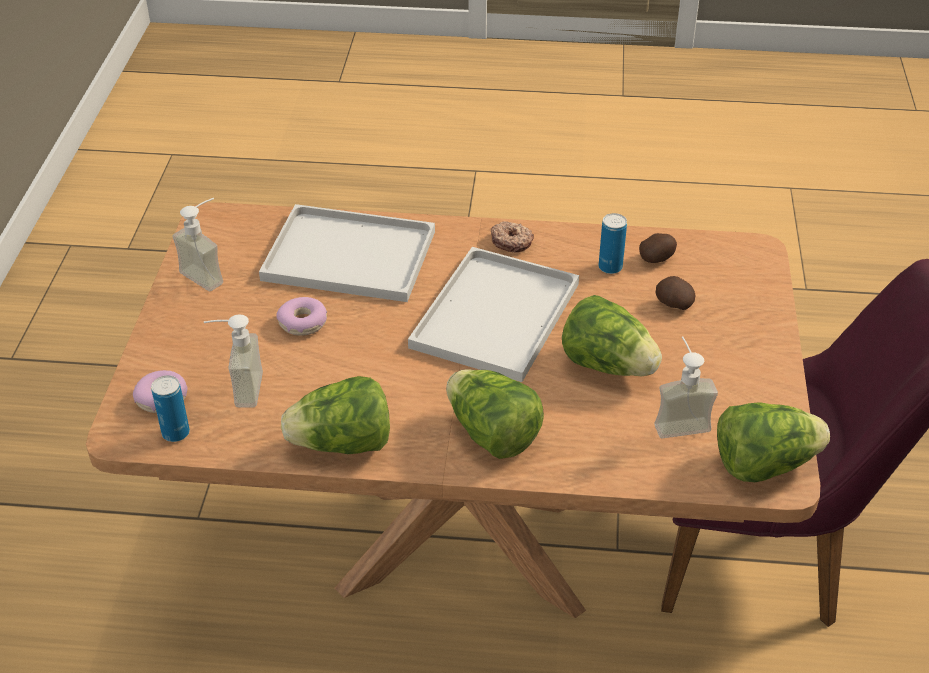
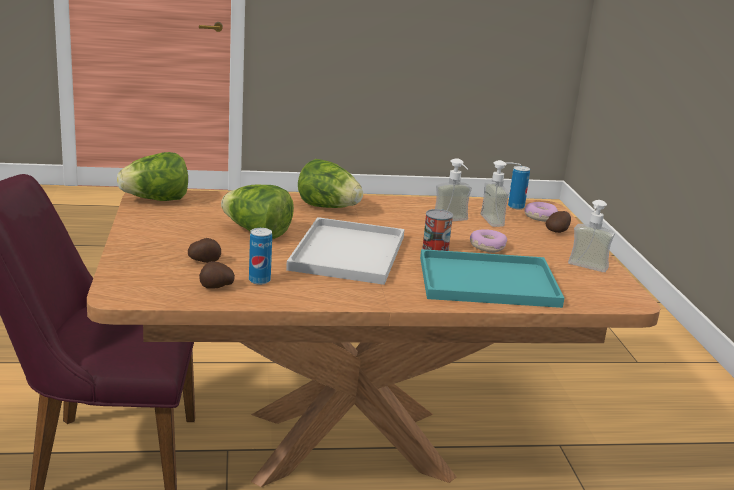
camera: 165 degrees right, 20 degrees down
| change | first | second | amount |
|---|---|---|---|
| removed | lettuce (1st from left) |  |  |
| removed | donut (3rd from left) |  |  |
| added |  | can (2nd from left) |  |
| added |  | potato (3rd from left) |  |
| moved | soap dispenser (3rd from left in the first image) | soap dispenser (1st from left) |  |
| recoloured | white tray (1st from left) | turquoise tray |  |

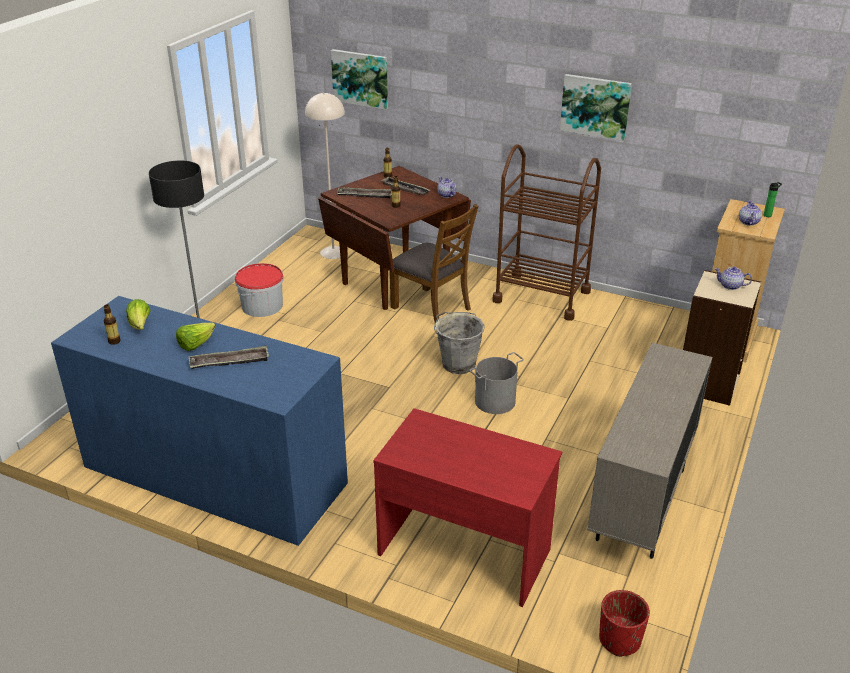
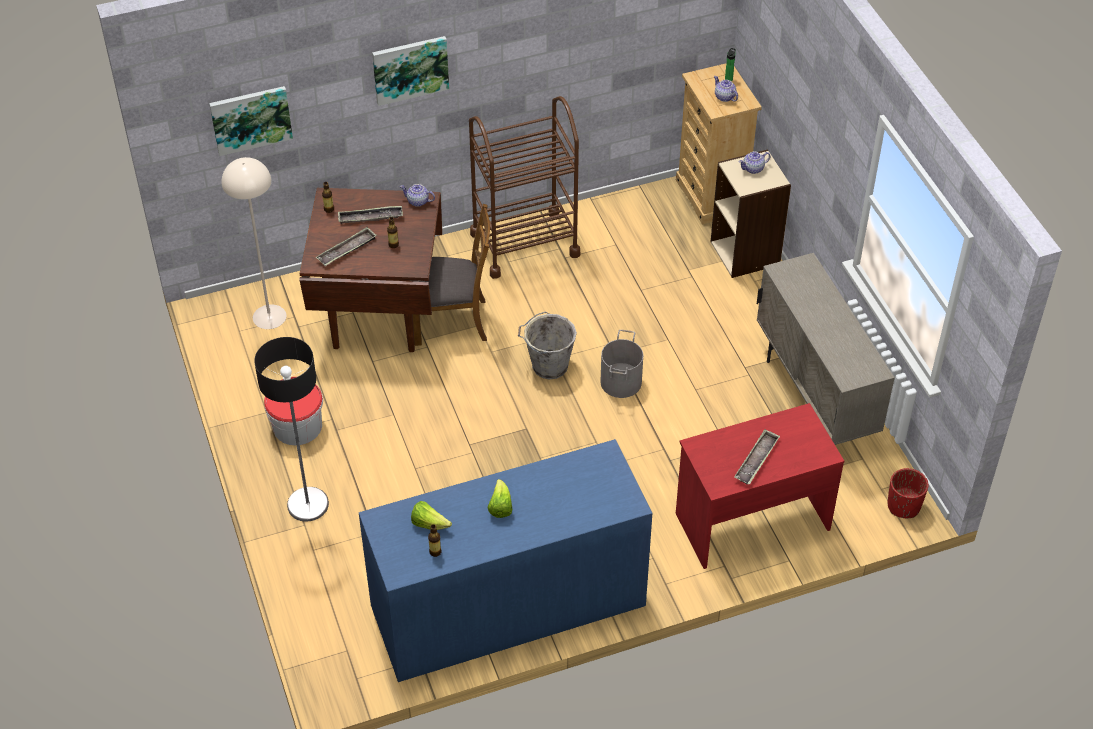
camera: 45 degrees left, 15 degrees up
| change | first | second | amount |
|---|---|---|---|
| moved | tray (1st from left in the first image) | tray (3rd from left) |  |
| moved | picture (2nd from left) |  |  |

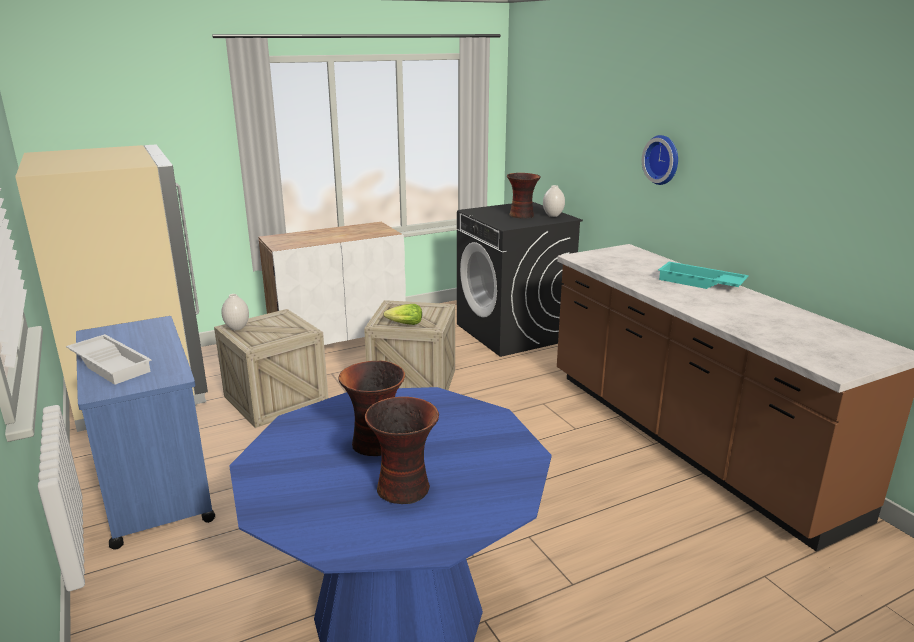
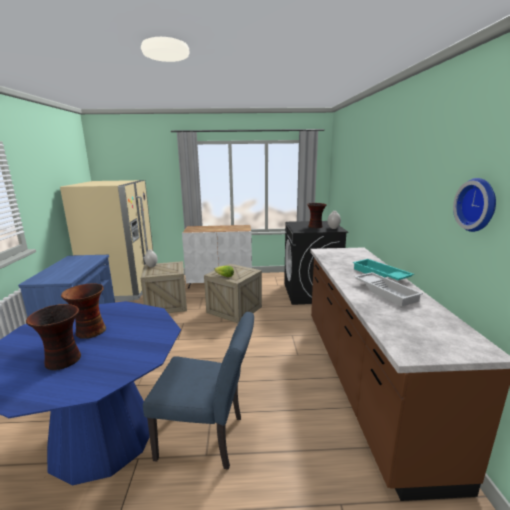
camera: 25 degrees right, 5 degrees down
| change | first | second | amount |
|---|---|---|---|
| added |  | blue chair |  |
| moved | white tray |  |  |
| moved | wall clock |  |  |

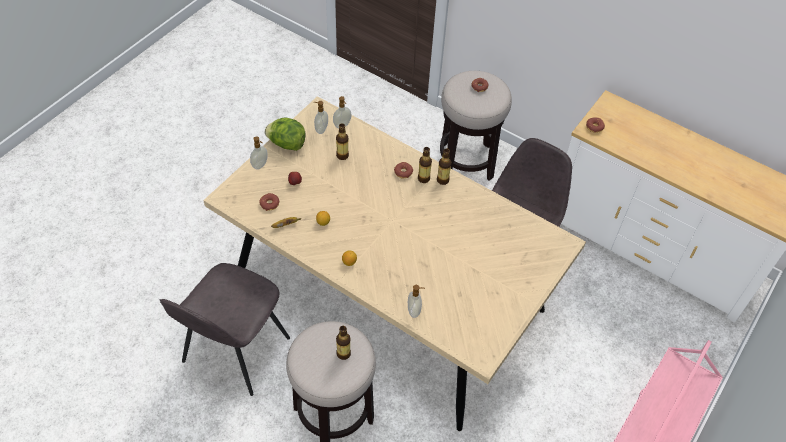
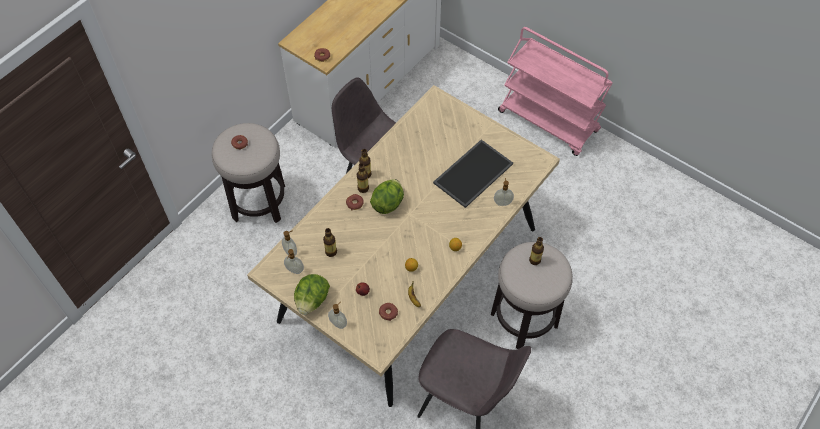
camera: 85 degrees left, 5 degrees up
| change | first | second | amount |
|---|---|---|---|
| added |  | lettuce (2nd from left) |  |
| added |  | tray |  |

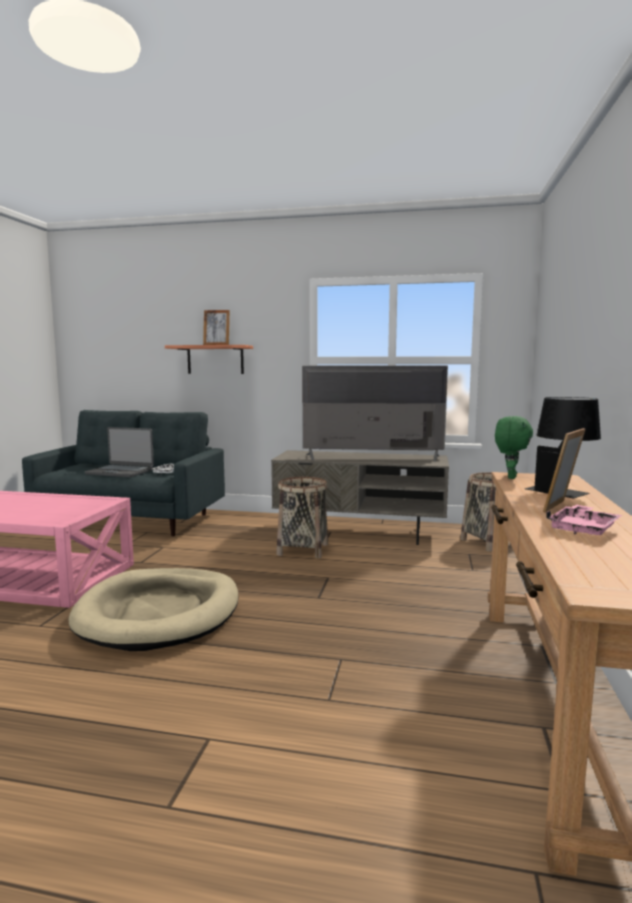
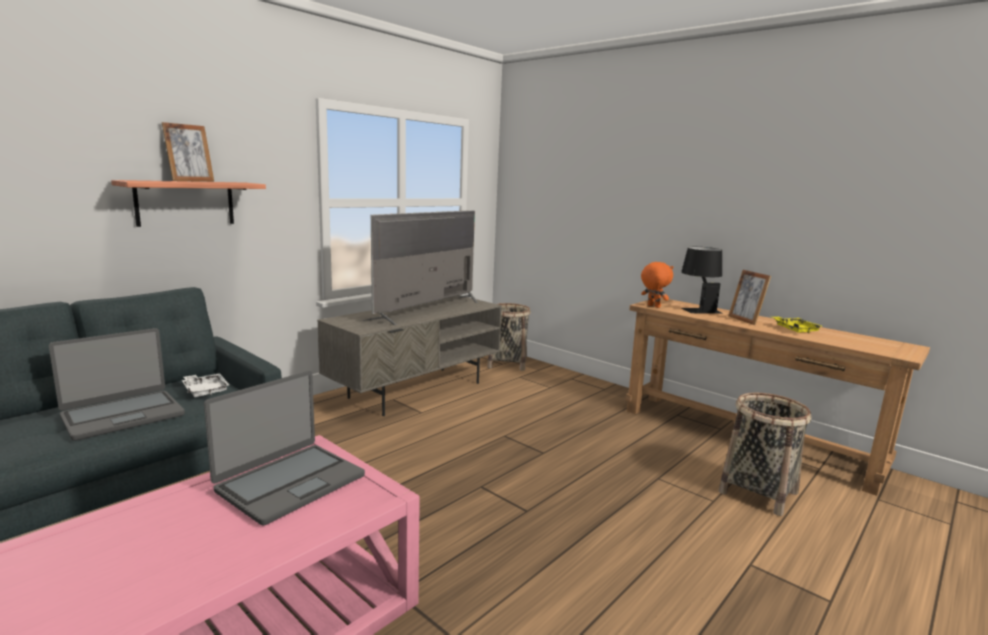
camera: 60 degrees left, 5 degrees up
| change | first | second | amount |
|---|---|---|---|
| removed | beige dog bed |  |  |
| added |  | laptop (2nd from left) |  |
| moved | basket (1st from left in the first image) | basket (2nd from left) |  |
| recoloured | green plush toy | orange plush toy |  |
| recoloured | pink tray | yellow tray |  |

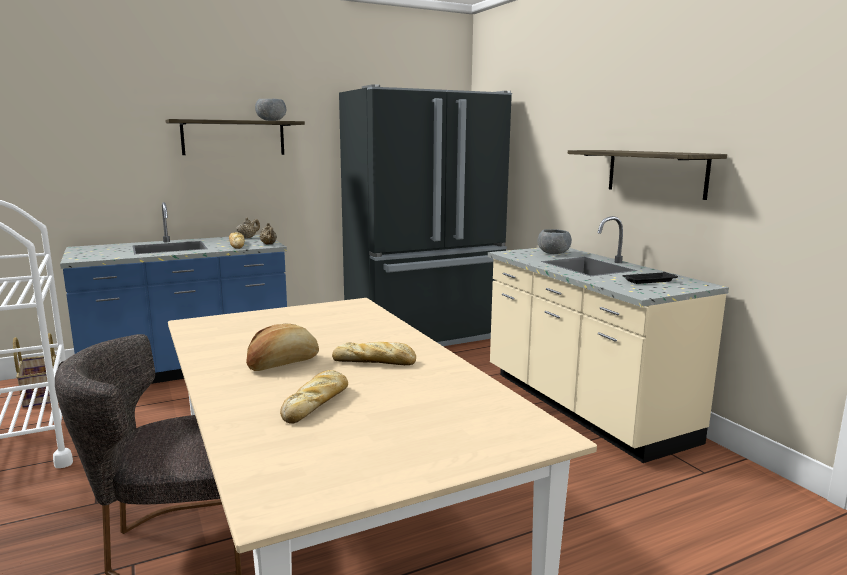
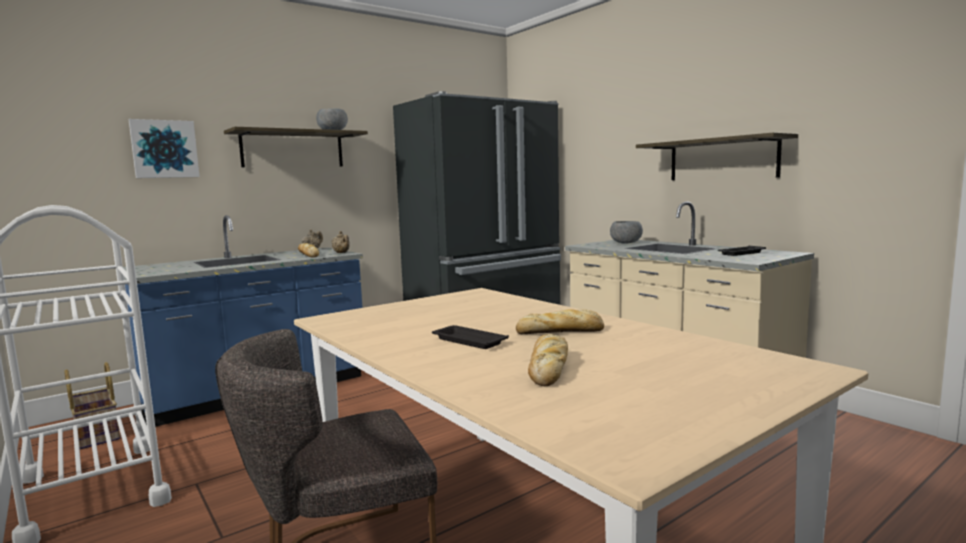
camera: 10 degrees left, 5 degrees down
| change | first | second | amount |
|---|---|---|---|
| added |  | picture |  |
| replaced | bread (2nd from left) | black tray (1st from left) |  |

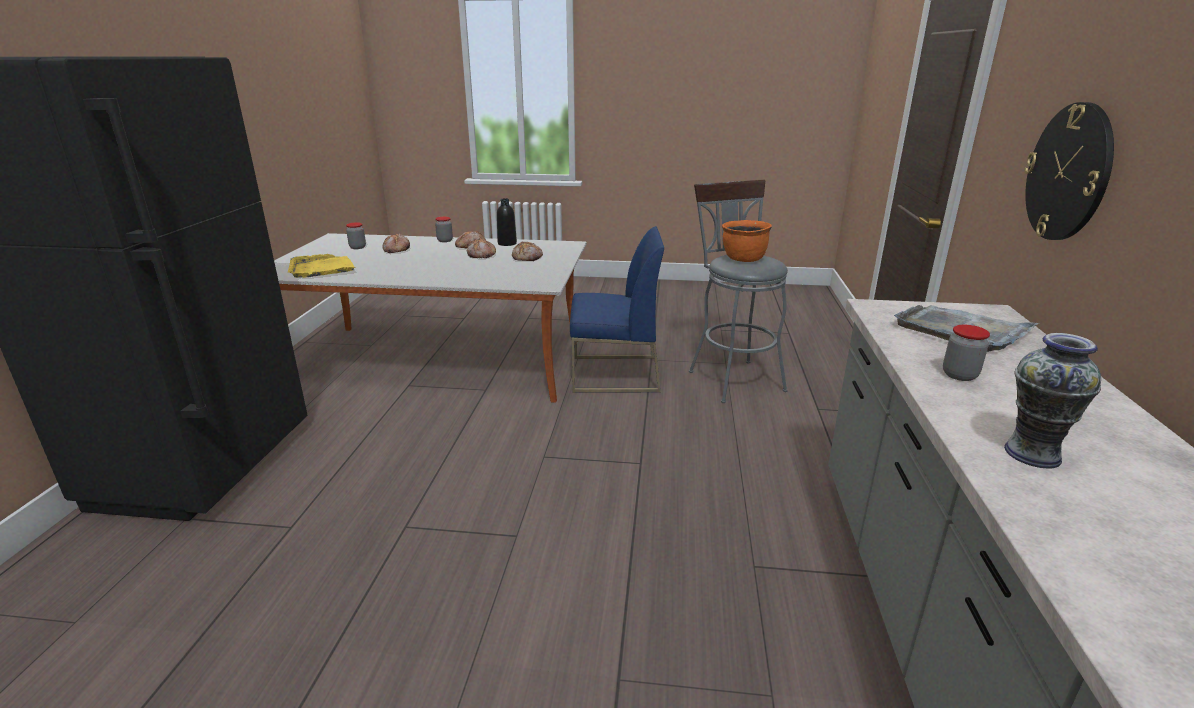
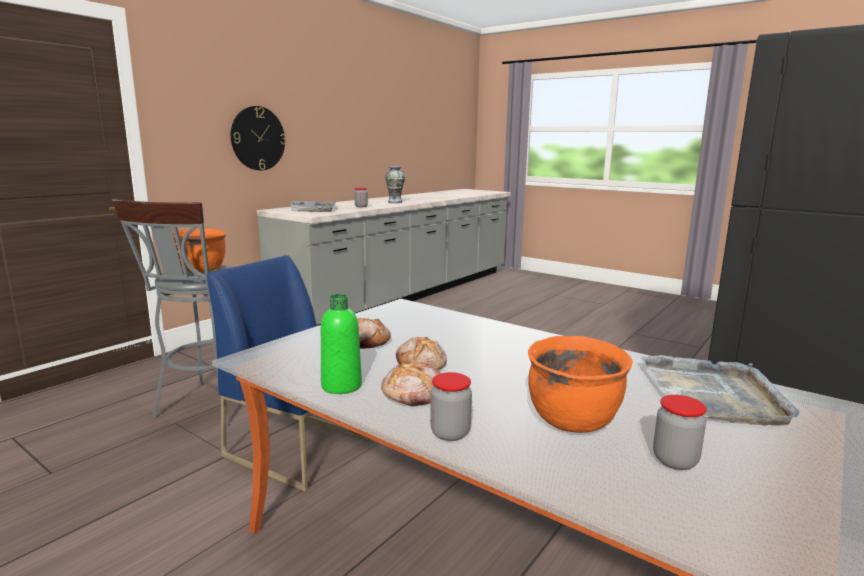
camera: 150 degrees left, 10 degrees down
| change | first | second | amount |
|---|---|---|---|
| replaced | bread (1st from left) | orange cooking pot (2nd from left) |  |
| recoloured | yellow tray | grey tray (2nd from left) |  |
| recoloured | black bottle | green bottle |  |

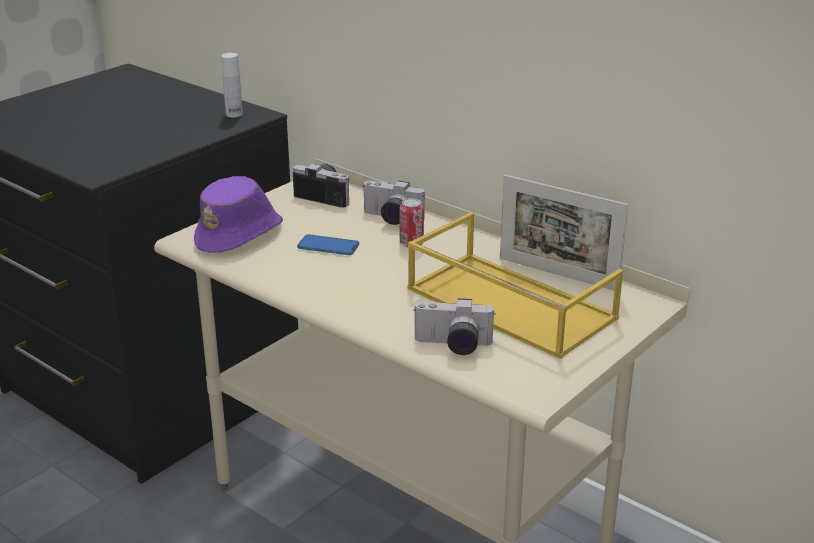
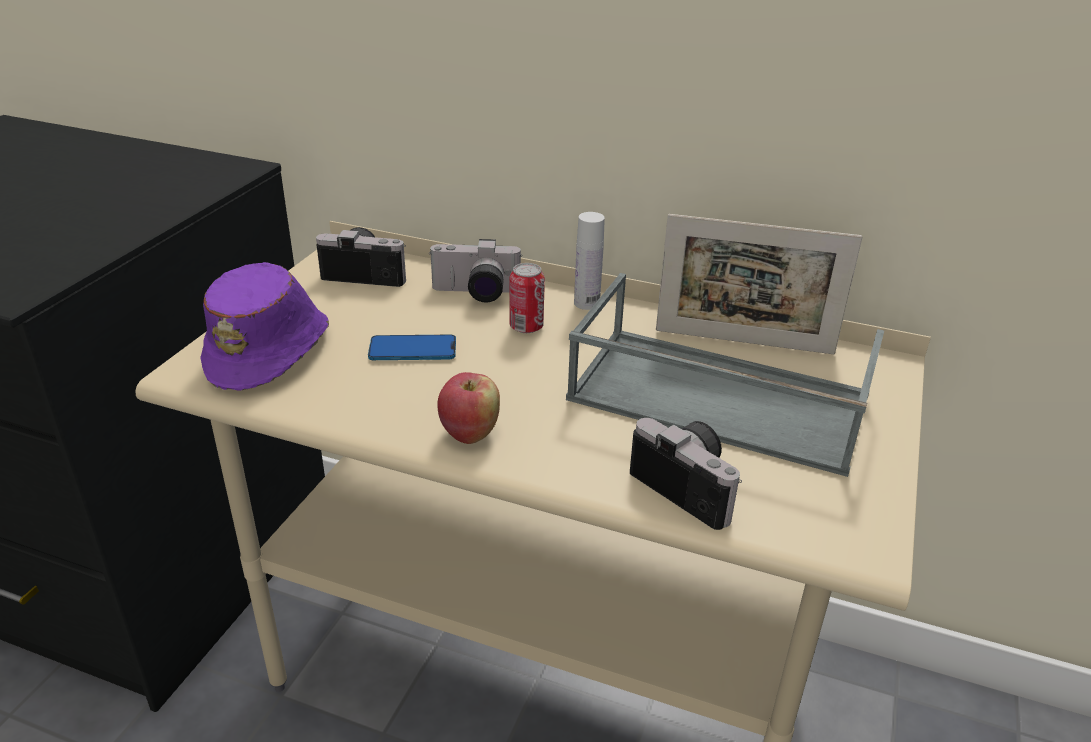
camera: 20 degrees left, 5 degrees up
| change | first | second | amount |
|---|---|---|---|
| added |  | apple |  |
| moved | white bottle |  |  |
| recoloured | yellow tray | grey tray |  |
| turned | photo camera (3rd from left) |  | 120 degrees counterclockwise |

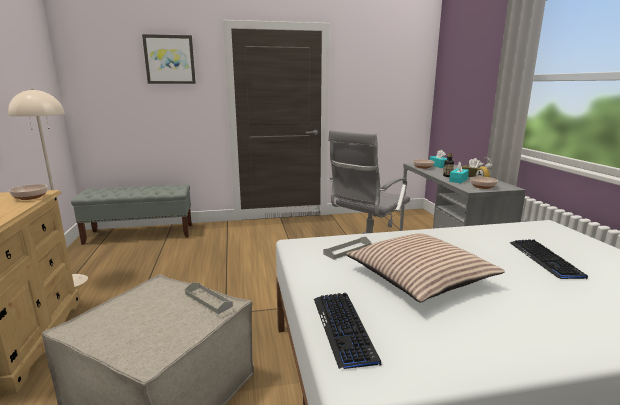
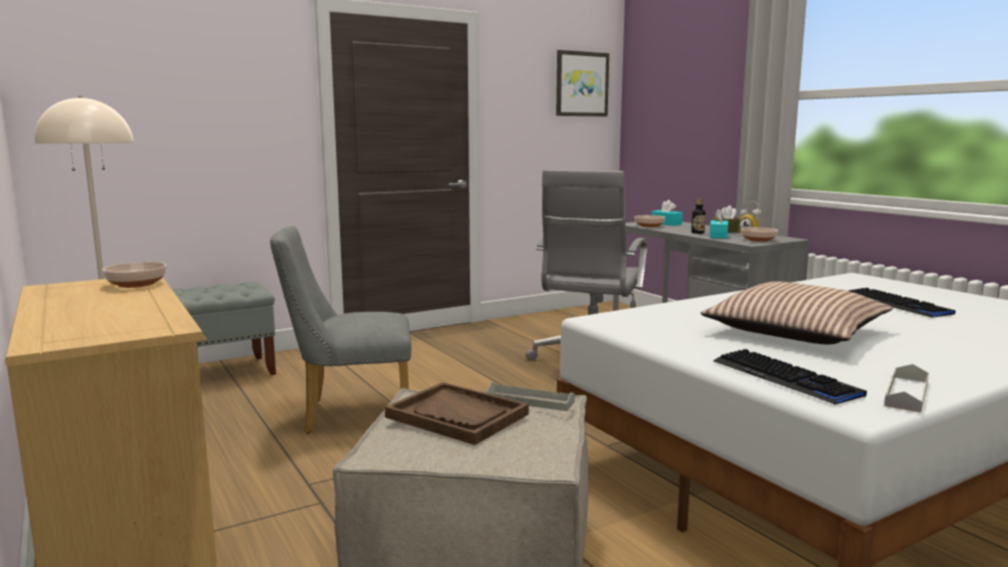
camera: 20 degrees left, 5 degrees down
| change | first | second | amount |
|---|---|---|---|
| added |  | grey chair |  |
| added |  | brown tray |  |
| moved | picture |  |  |
| moved | grey tray (2nd from left) |  |  |

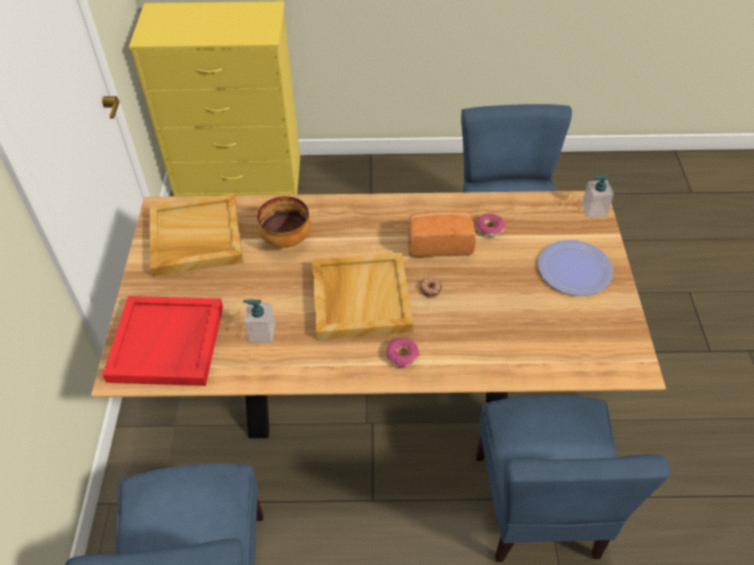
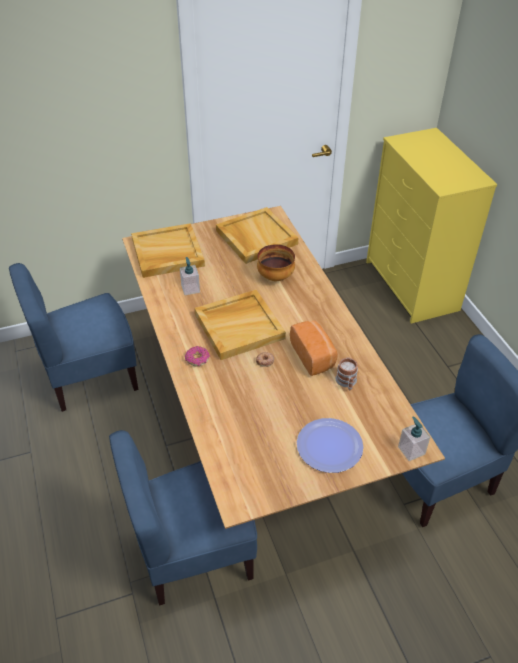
camera: 70 degrees right, 5 degrees down
| change | first | second | amount |
|---|---|---|---|
| replaced | donut (3rd from left) | mug |  |
| recoloured | red tray | beige tray (1st from left) |  |

